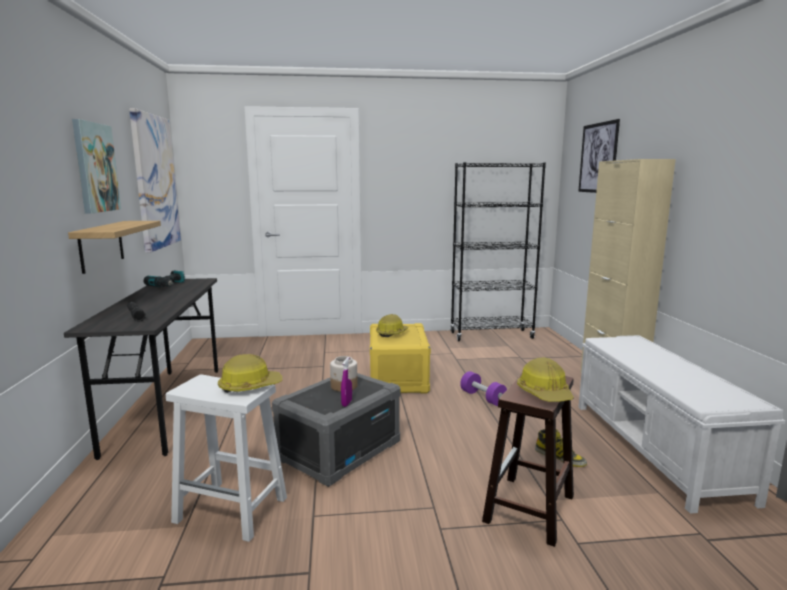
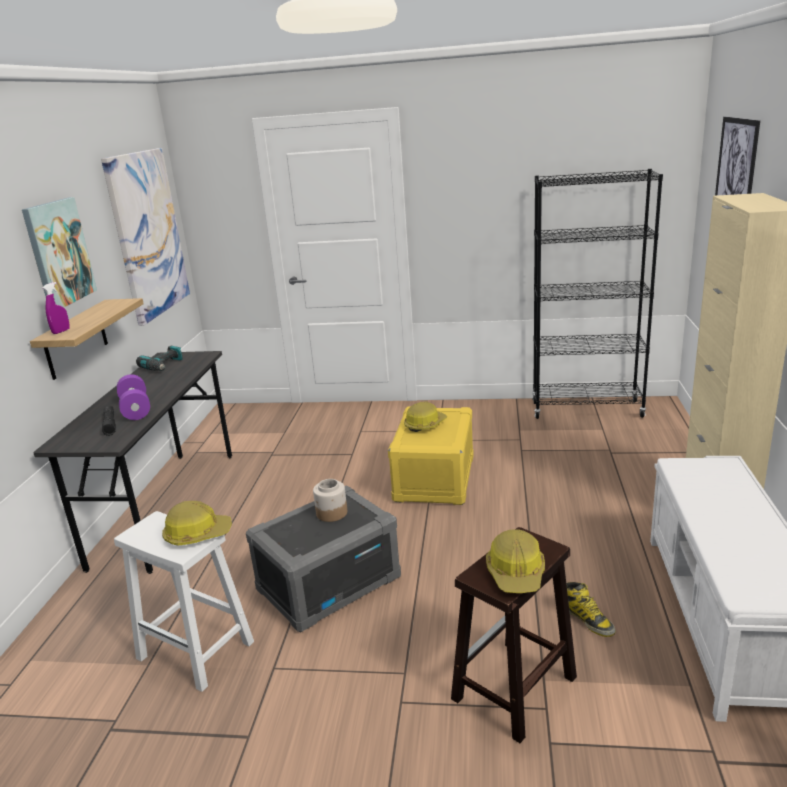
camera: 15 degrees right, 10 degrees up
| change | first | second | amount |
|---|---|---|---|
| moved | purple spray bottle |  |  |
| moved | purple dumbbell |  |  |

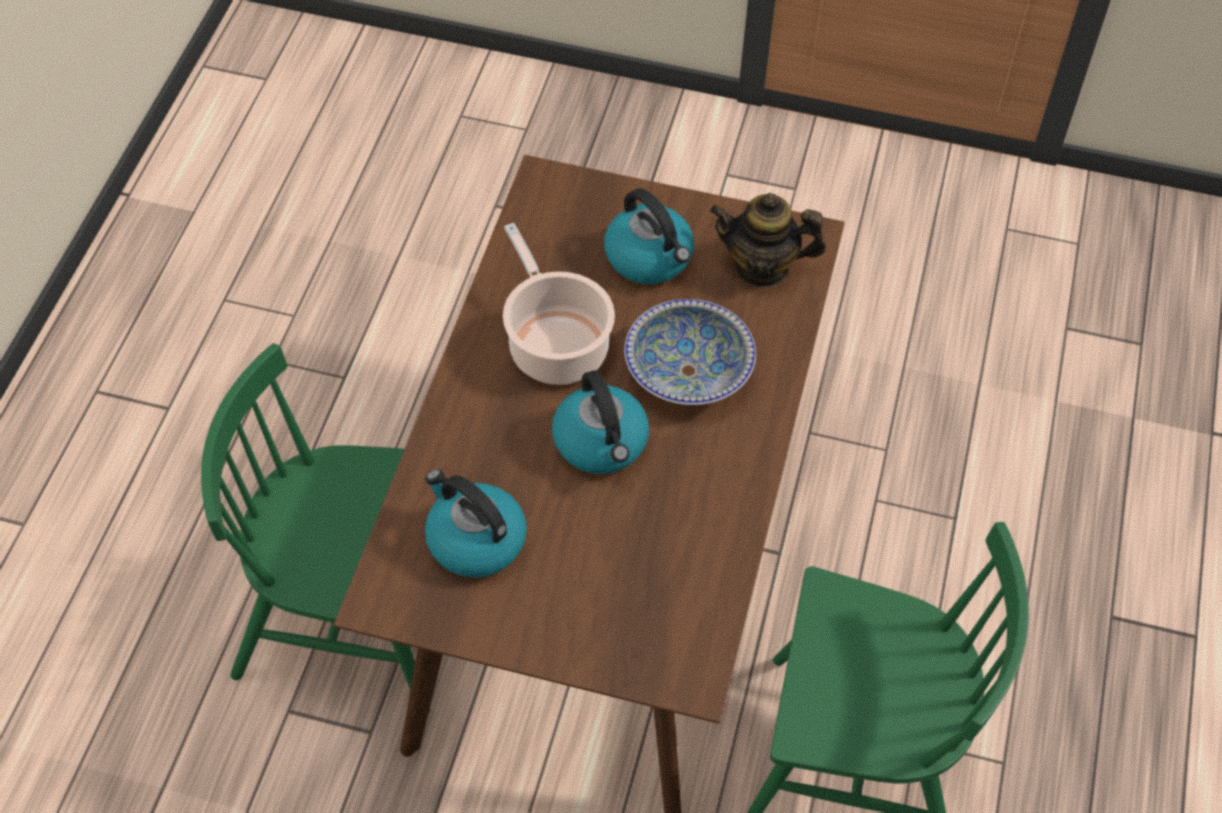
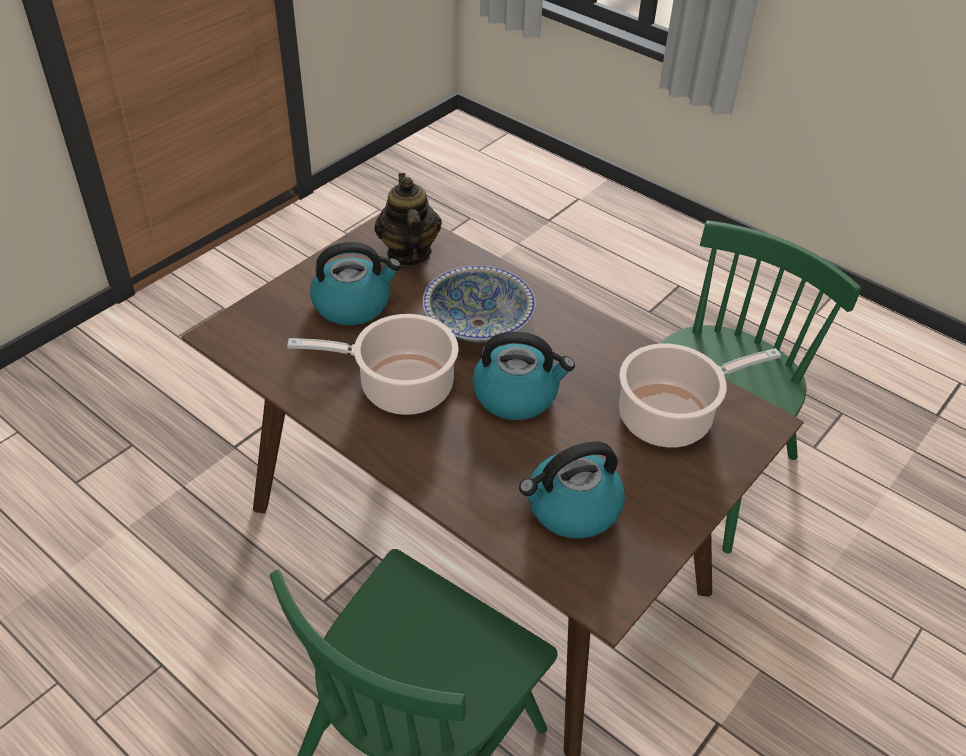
camera: 65 degrees left, 10 degrees down
| change | first | second | amount |
|---|---|---|---|
| added |  | cooking pot (2nd from left) |  |
| turned | teapot |  | 135 degrees clockwise |

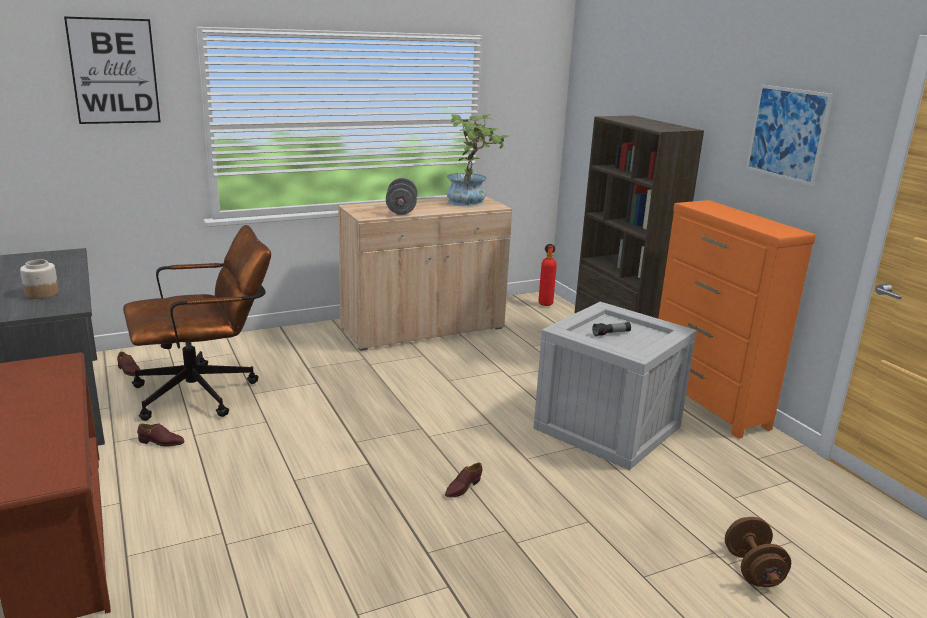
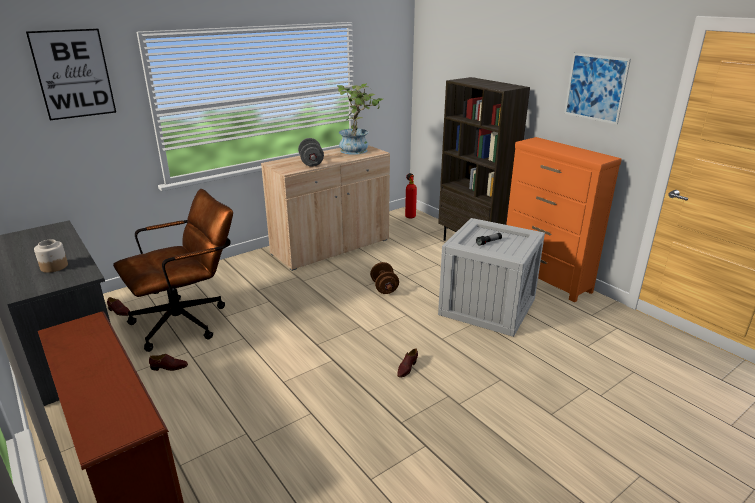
camera: 10 degrees left, 5 degrees up
| change | first | second | amount |
|---|---|---|---|
| moved | brown dumbbell |  |  |

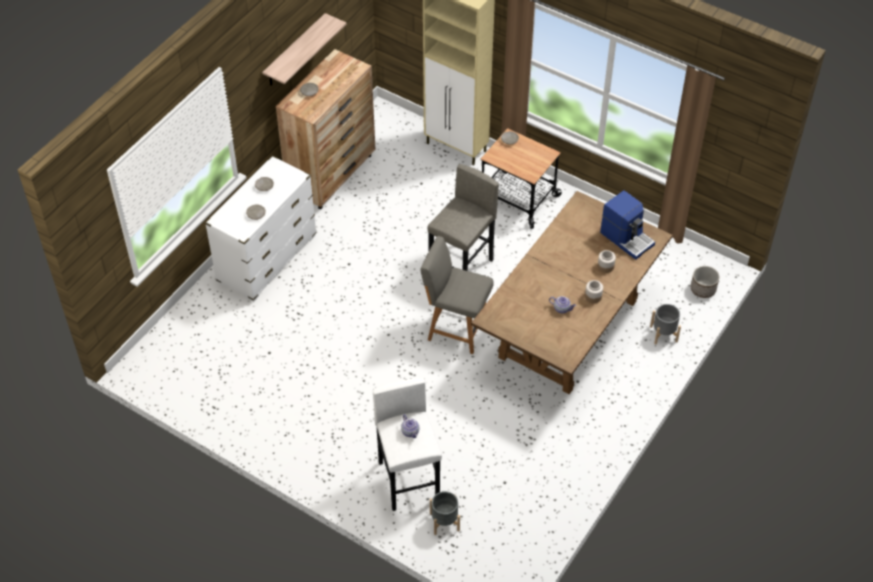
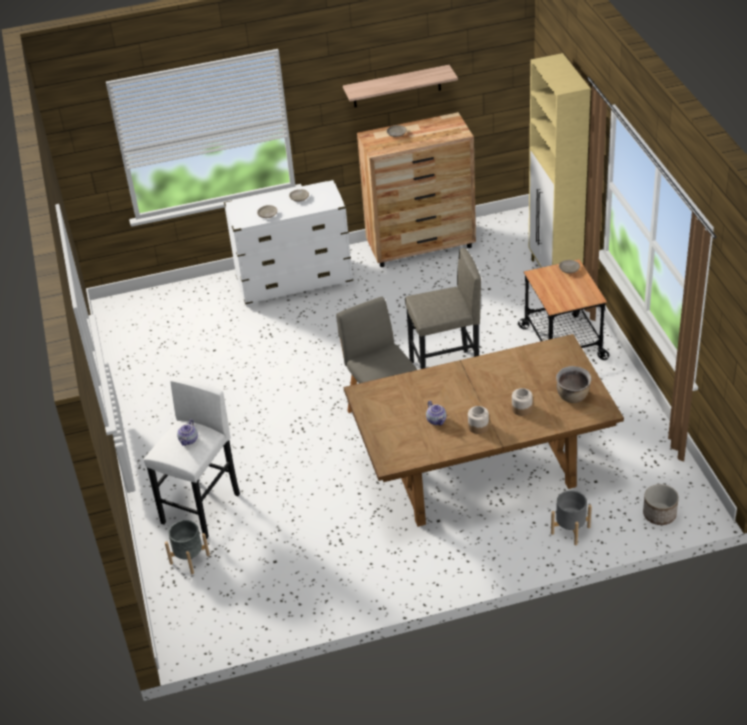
camera: 45 degrees right, 10 degrees down
| change | first | second | amount |
|---|---|---|---|
| replaced | coffee machine | brown cooking pot |  |

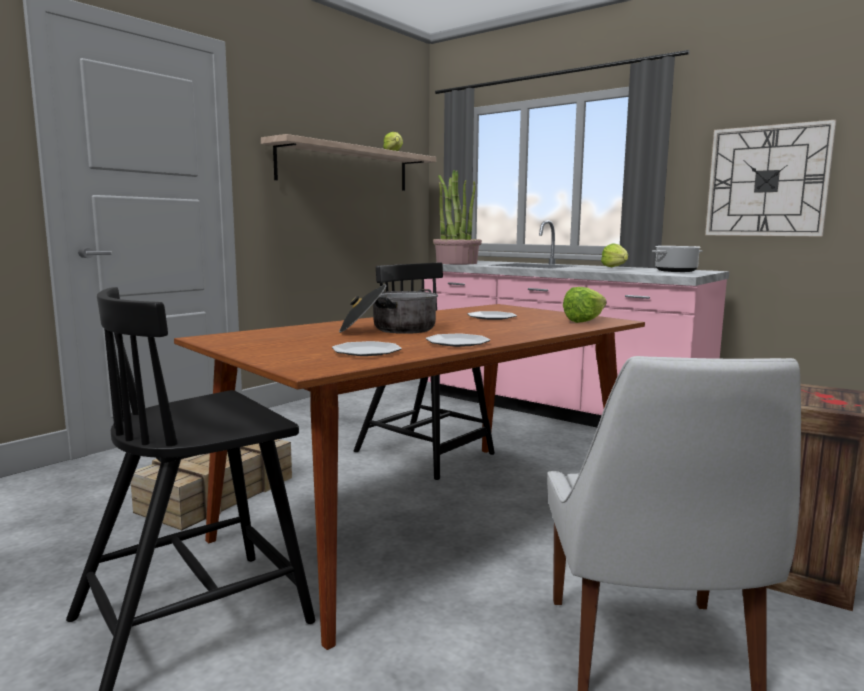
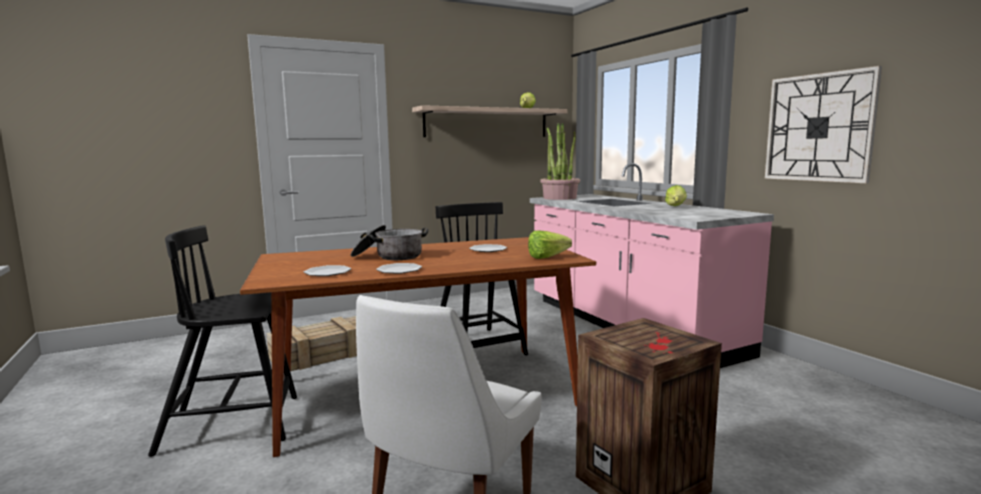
camera: 25 degrees right, 0 degrees up
| change | first | second | amount |
|---|---|---|---|
| removed | cooking pot (2nd from left) |  |  |

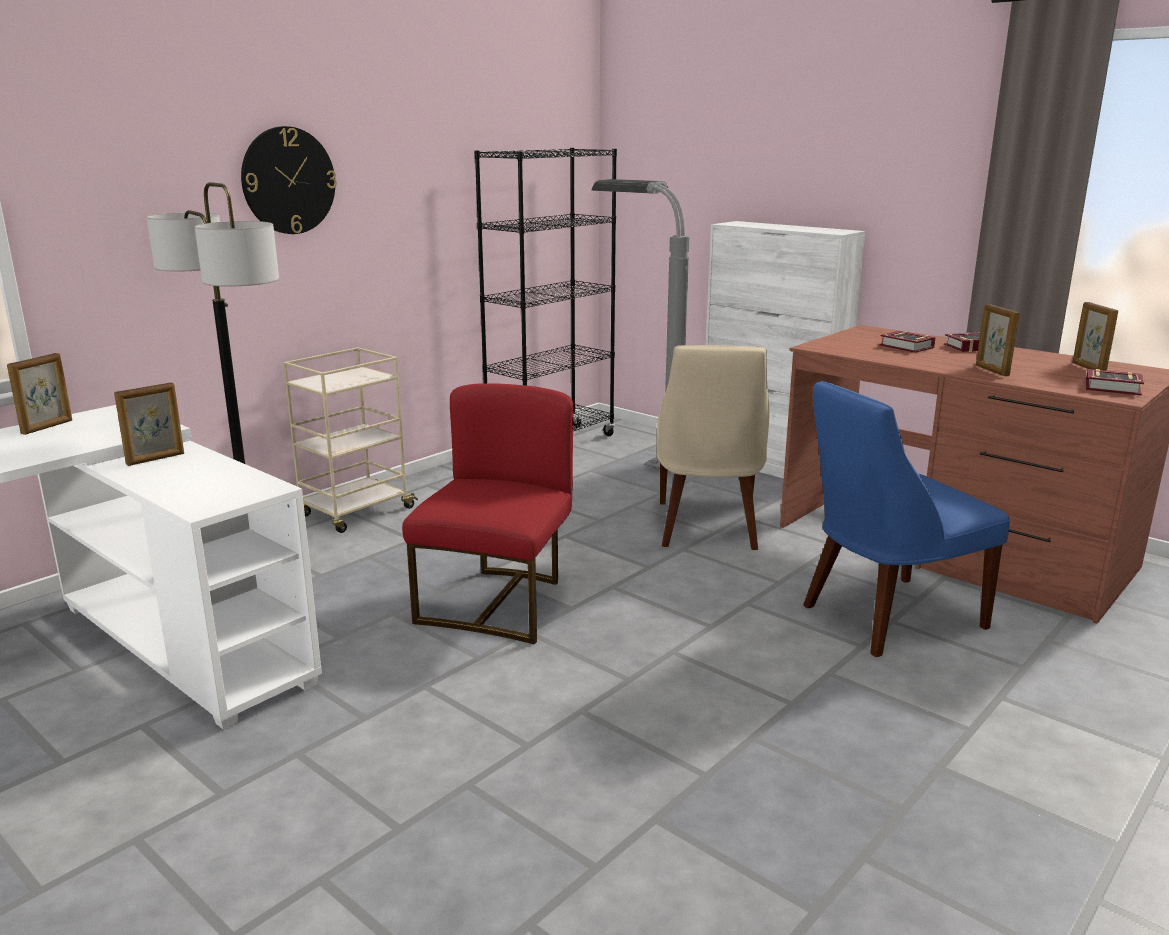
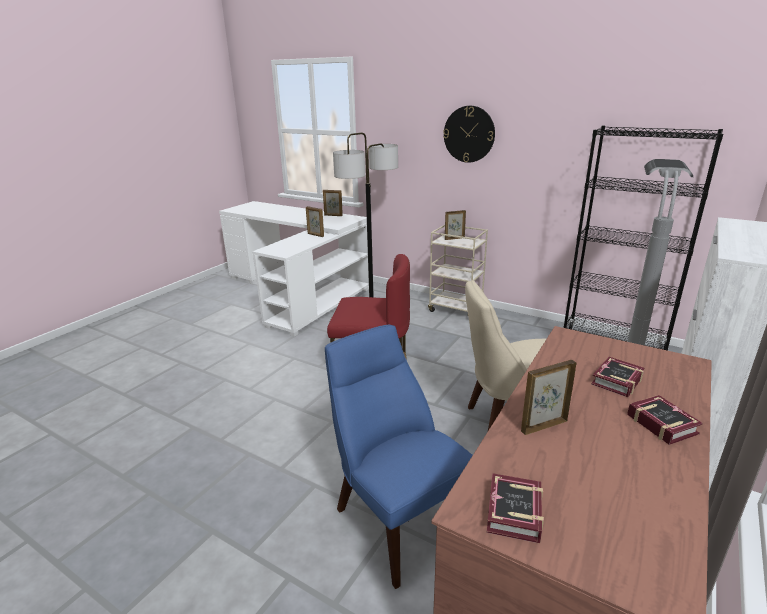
camera: 80 degrees right, 5 degrees up
| change | first | second | amount |
|---|---|---|---|
| moved | picture frame (4th from left in the first image) | picture frame (3rd from left) |  |

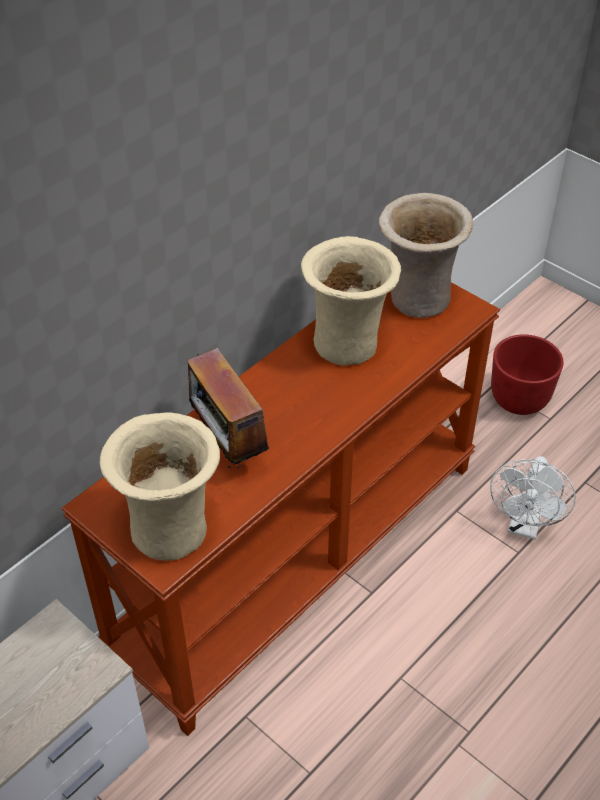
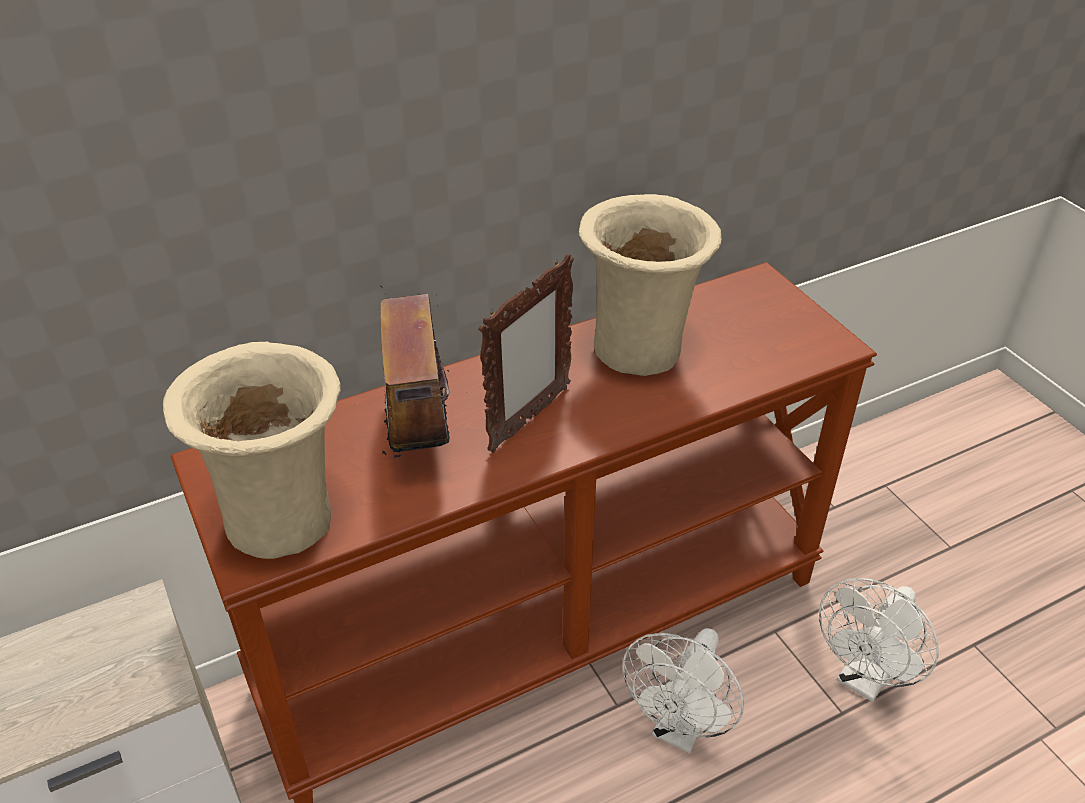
camera: 20 degrees right, 5 degrees down
| change | first | second | amount |
|---|---|---|---|
| removed | beige vase (3rd from left) |  |  |
| removed | red planter |  |  |
| added |  | picture frame |  |
| added |  | white fan (1st from left) |  |

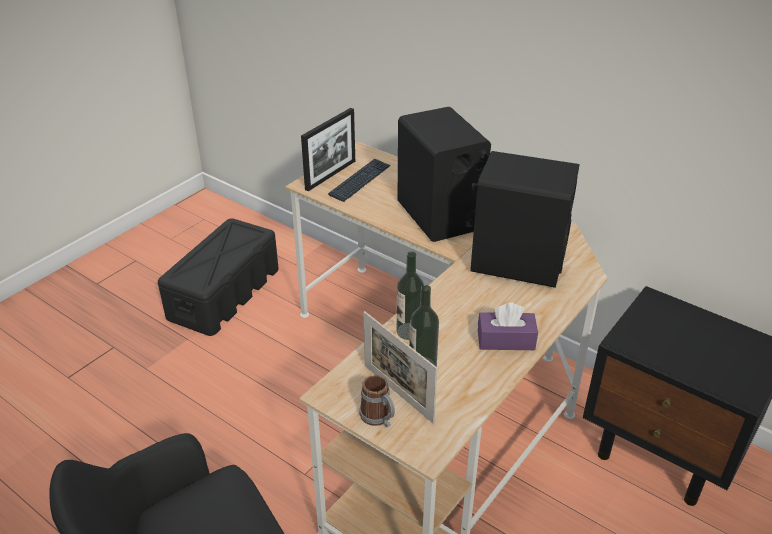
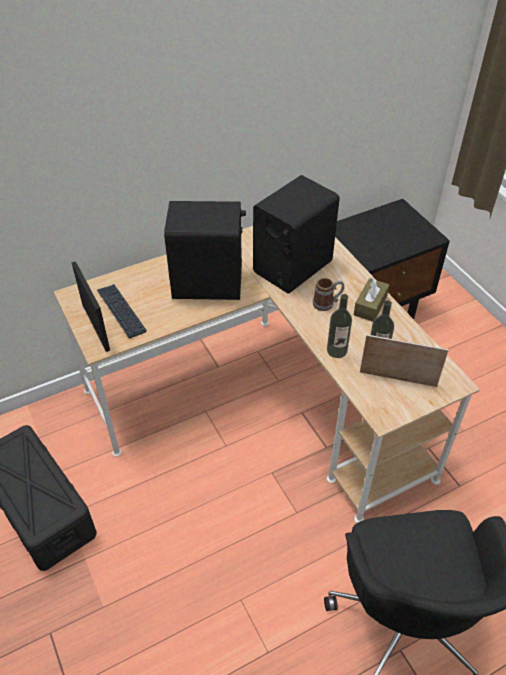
camera: 65 degrees left, 10 degrees up
| change | first | second | amount |
|---|---|---|---|
| moved | mug |  |  |
| recoloured | purple tissue box | brown tissue box |  |
| turned | picture frame (2nd from left) |  | 150 degrees counterclockwise |

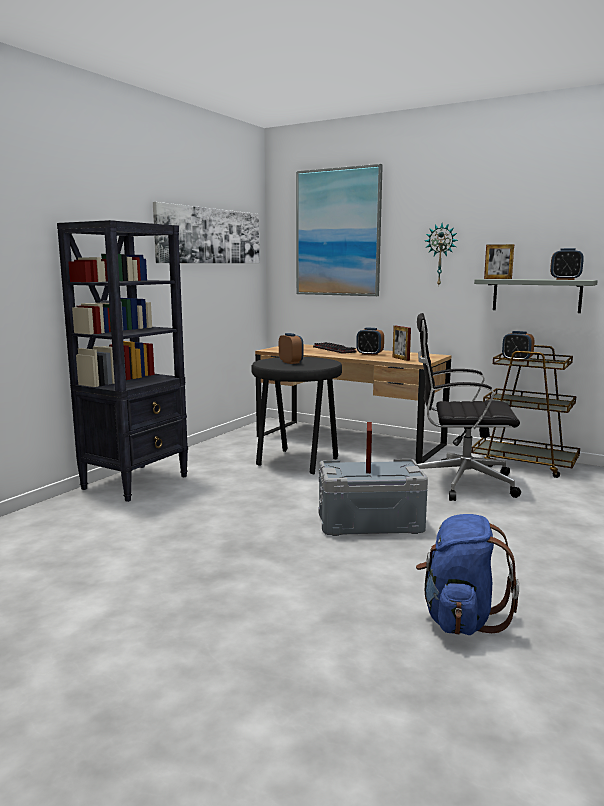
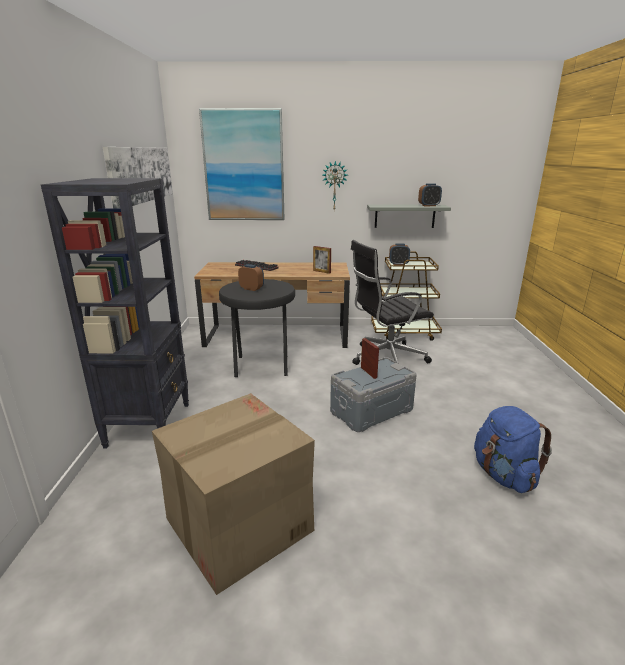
camera: 30 degrees left, 10 degrees up
| change | first | second | amount |
|---|---|---|---|
| removed | alarm clock (2nd from left) |  |  |
| removed | picture frame (3rd from left) |  |  |
| added |  | cardboard box |  |

